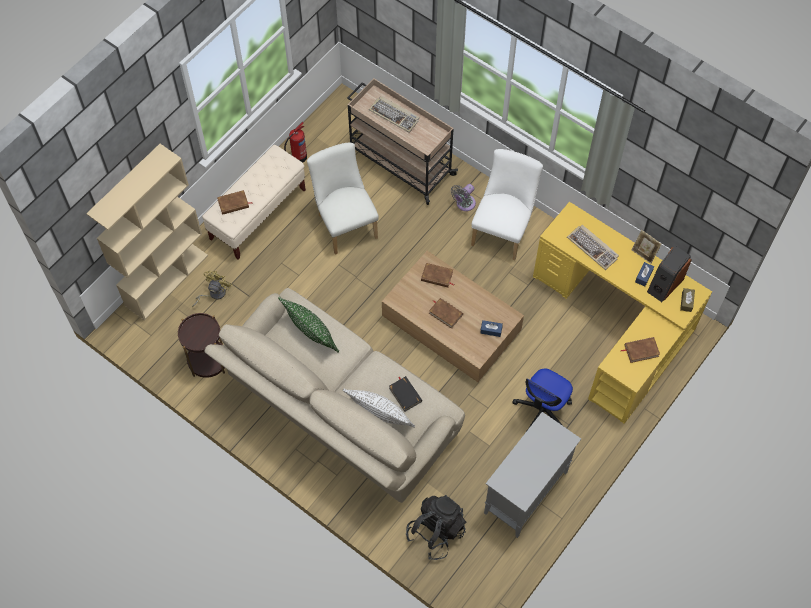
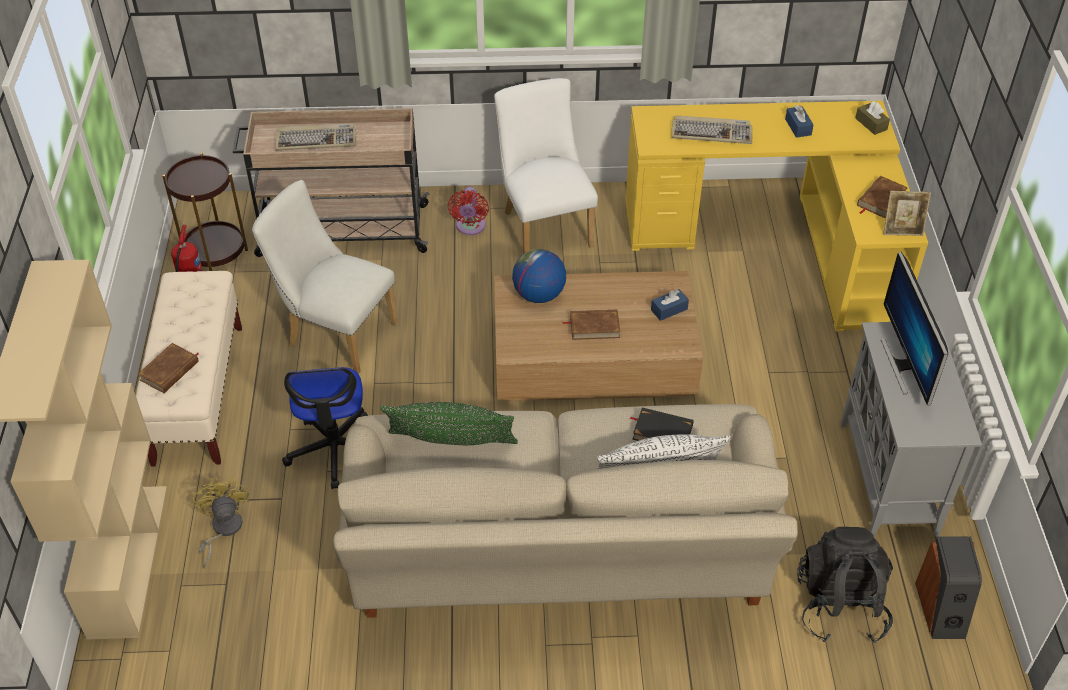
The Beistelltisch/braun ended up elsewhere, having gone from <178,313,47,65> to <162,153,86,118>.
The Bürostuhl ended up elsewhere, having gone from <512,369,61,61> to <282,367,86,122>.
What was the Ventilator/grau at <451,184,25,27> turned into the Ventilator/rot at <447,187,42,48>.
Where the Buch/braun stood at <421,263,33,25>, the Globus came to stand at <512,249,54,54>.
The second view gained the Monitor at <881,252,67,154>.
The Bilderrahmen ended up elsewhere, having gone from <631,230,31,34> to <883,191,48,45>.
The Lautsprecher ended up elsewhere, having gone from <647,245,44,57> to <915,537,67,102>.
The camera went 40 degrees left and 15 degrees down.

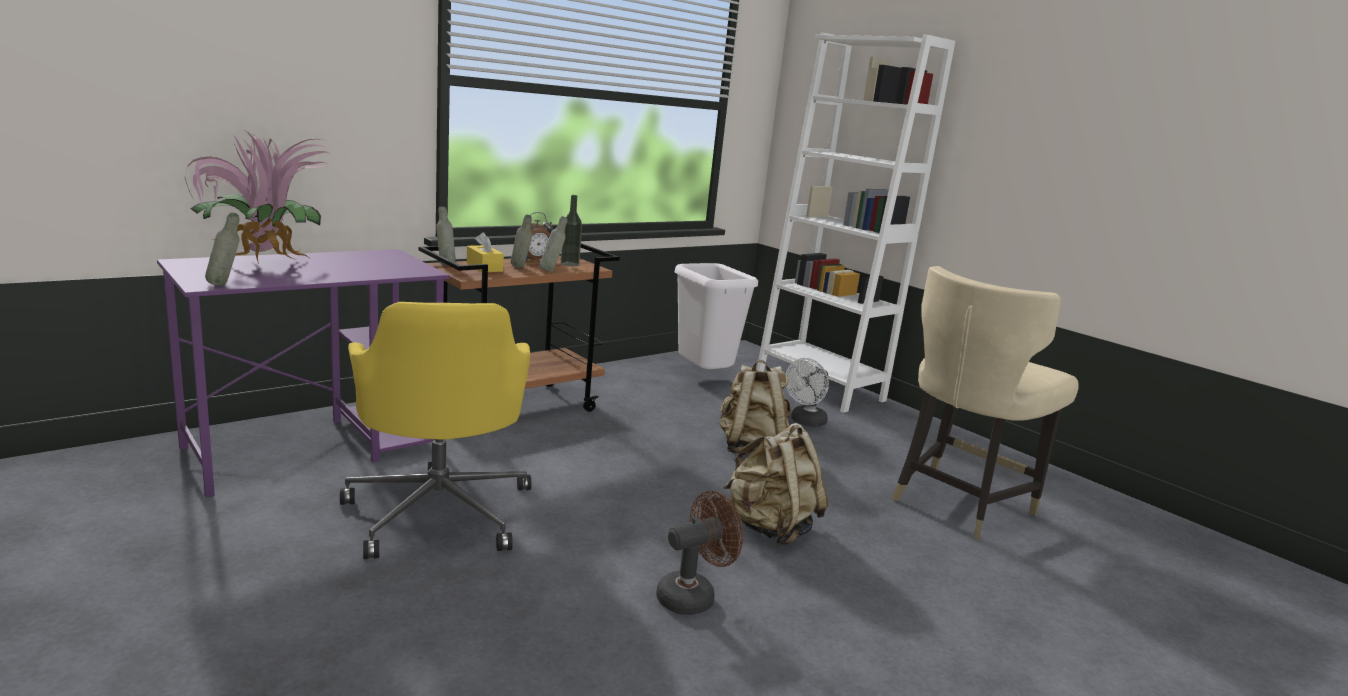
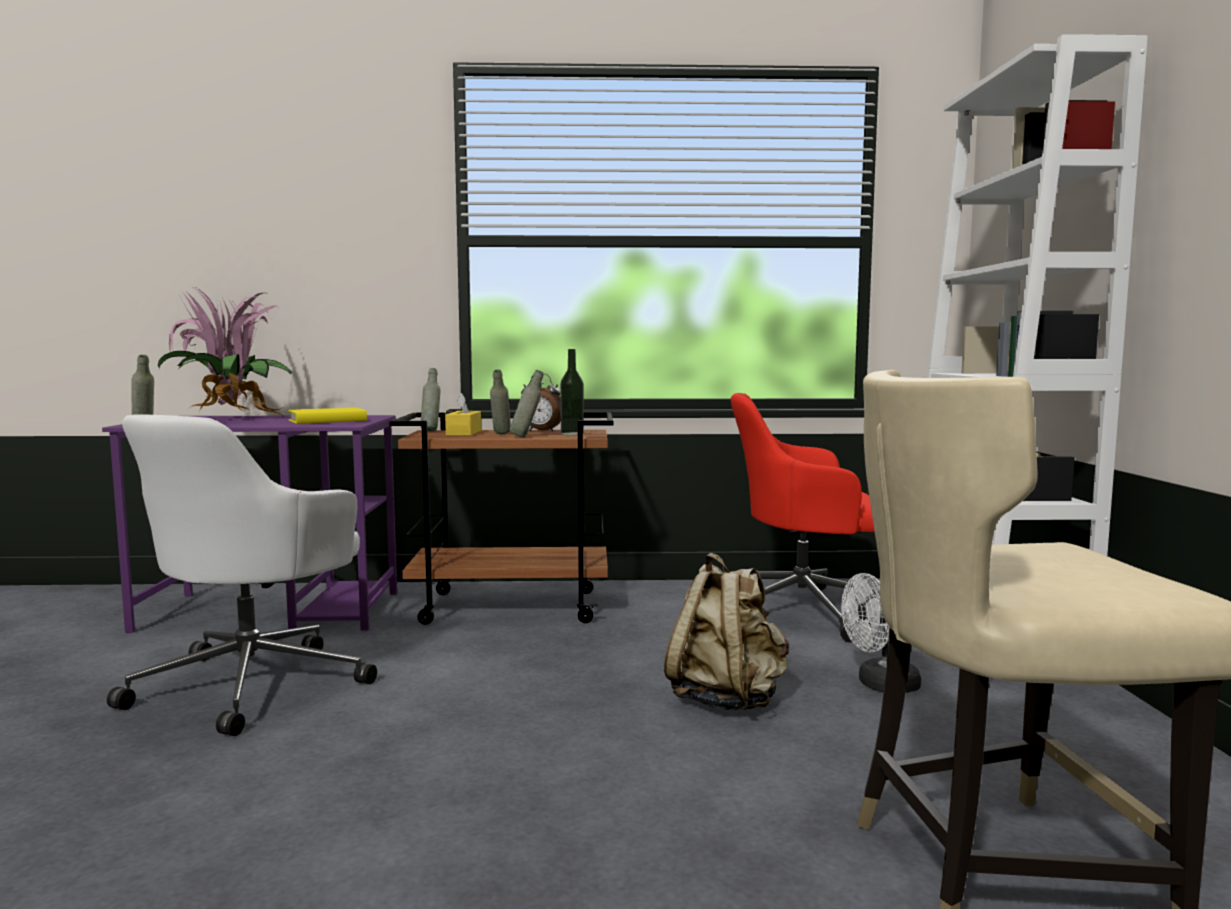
What was the Bürostuhl/gelb at <340,302,191,257> turned into the Bürostuhl/weiß at <107,414,270,322>.
The second view gained the Buch/gelb at <288,408,79,16>.
Where the Mülleimer/weiß stood at <675,263,83,106>, the Bürostuhl/rot came to stand at <731,393,149,249>.
The second view lost the Ventilator/braun at <656,491,87,124>.
The second view lost the Rucksack/beige at <723,423,105,123>.
The camera went 40 degrees right and 10 degrees down.

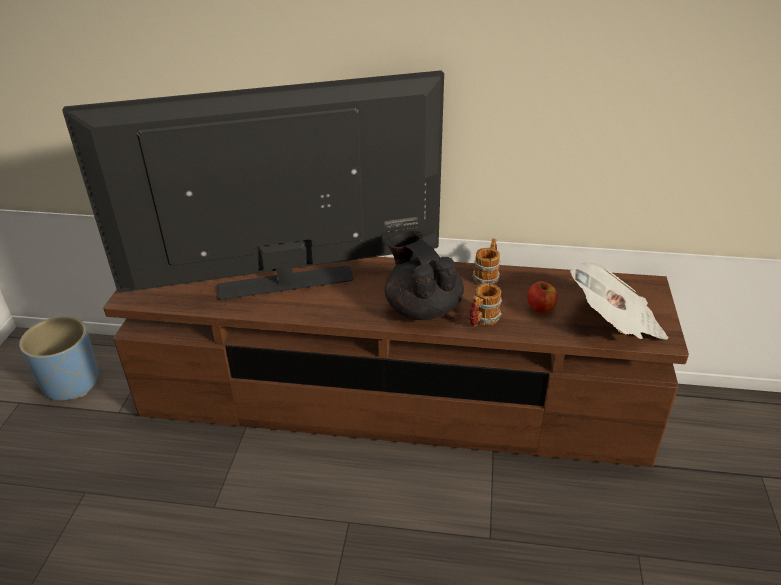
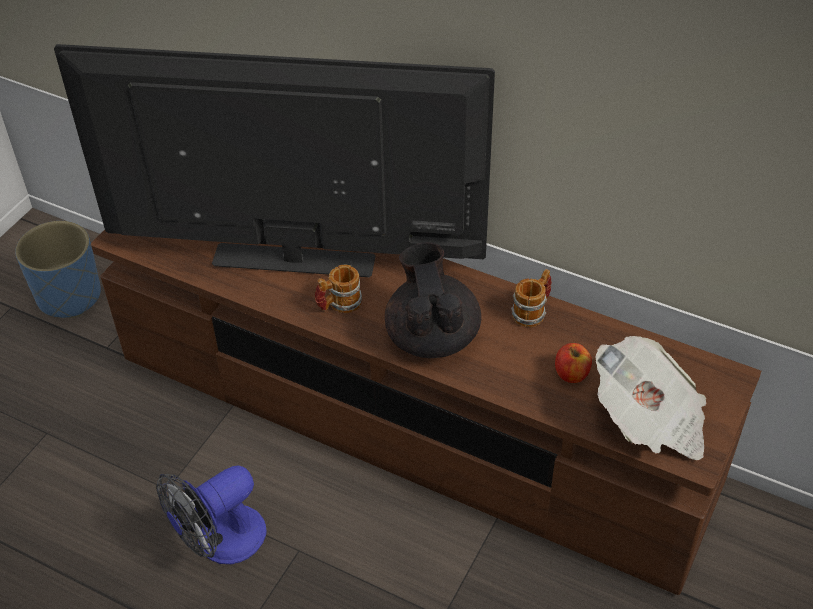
The second view gained the Ventilator at <156,466,111,98>.
The Henkelbecher ended up elsewhere, having gone from <469,283,33,44> to <315,265,47,48>.
The camera went 20 degrees right and 10 degrees up.

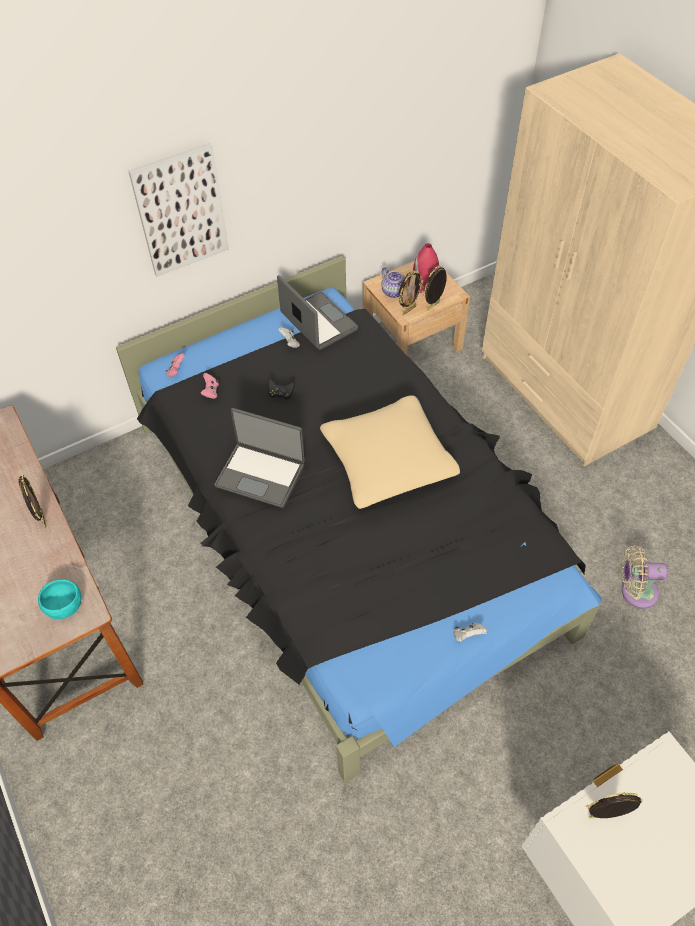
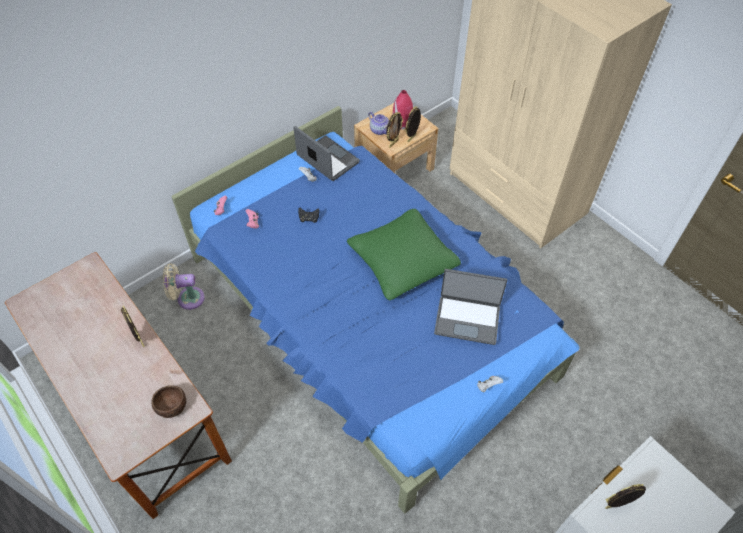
What was the Schüssel/türkis at <38,579,43,40> turned into the Schüssel/braun at <151,385,35,33>.
The Ventilator/beige ended up elsewhere, having gone from <621,545,47,64> to <163,263,42,47>.
What was the Bett/schwarz at <116,256,486,527> turned into the Bett/blau at <171,106,409,408>.
What was the Kissen/beige at <320,396,140,113> turned into the Kissen/grün at <347,209,114,91>.
The Laptop ended up elsewhere, having gone from <214,408,91,100> to <434,269,73,76>.
The second view lost the Bild at <128,143,101,134>.
The camera went 10 degrees left and 0 degrees up.

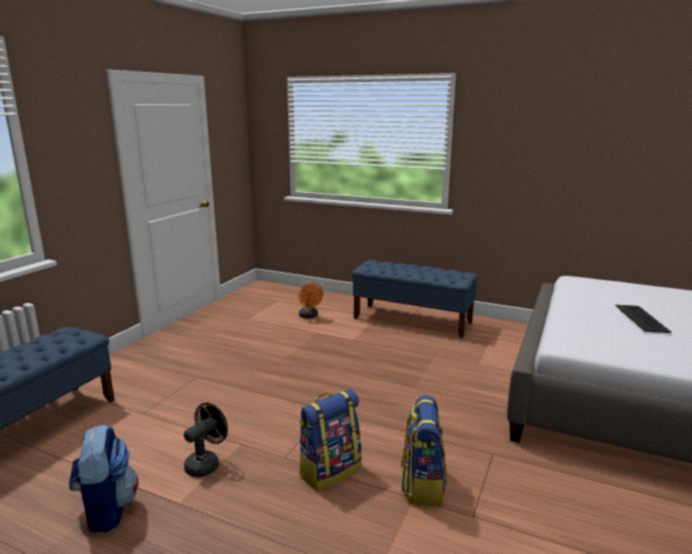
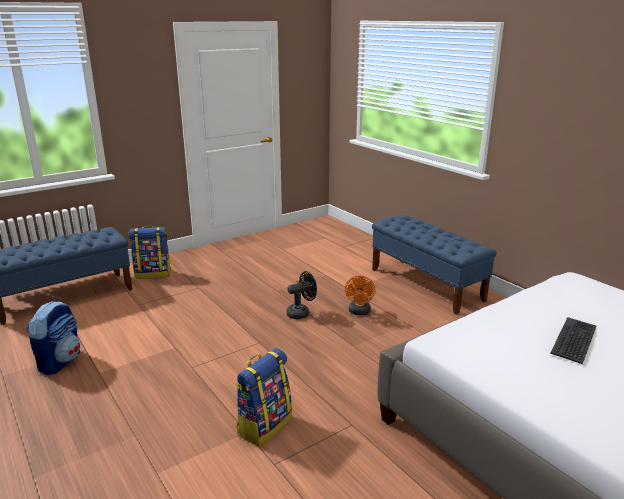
The Rucksack ended up elsewhere, having gone from <299,389,62,102> to <129,226,42,53>.
The Ventilator/schwarz ended up elsewhere, having gone from <184,403,44,74> to <286,271,31,48>.
The Ventilator/orange ended up elsewhere, having gone from <298,283,25,35> to <345,276,30,39>.
The camera went 30 degrees right and 5 degrees up.

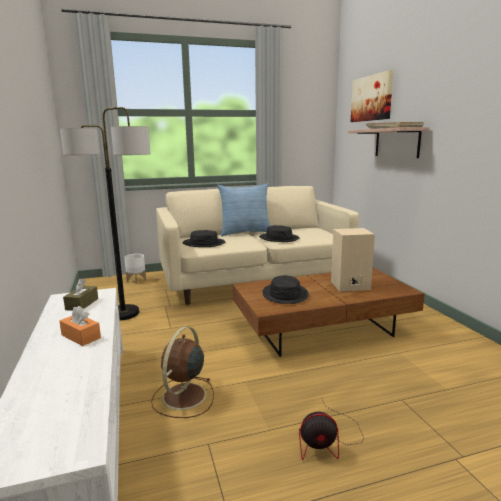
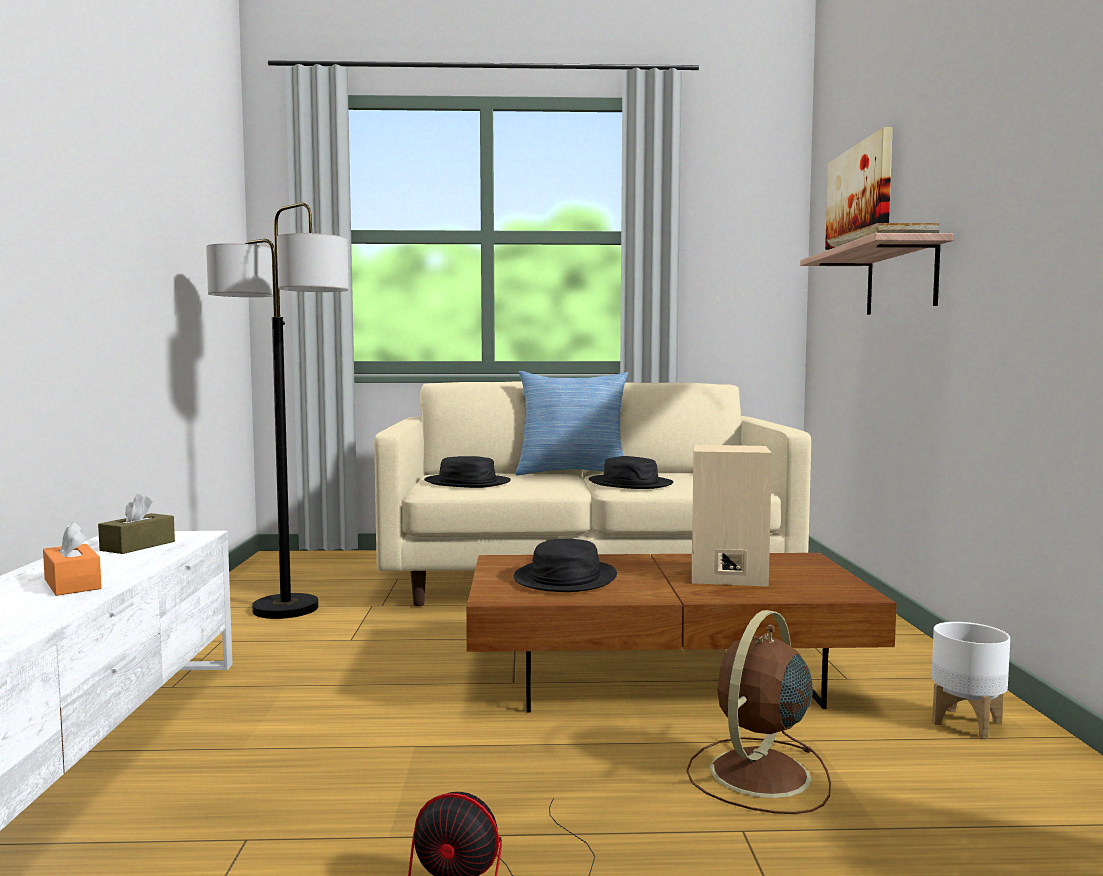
The Ventilator/braun ended up elsewhere, having gone from <151,326,63,92> to <686,610,145,204>.
The Pflanzkübel/weiß ended up elsewhere, having gone from <124,254,22,30> to <932,622,78,117>.
The camera went 15 degrees right and 10 degrees down.

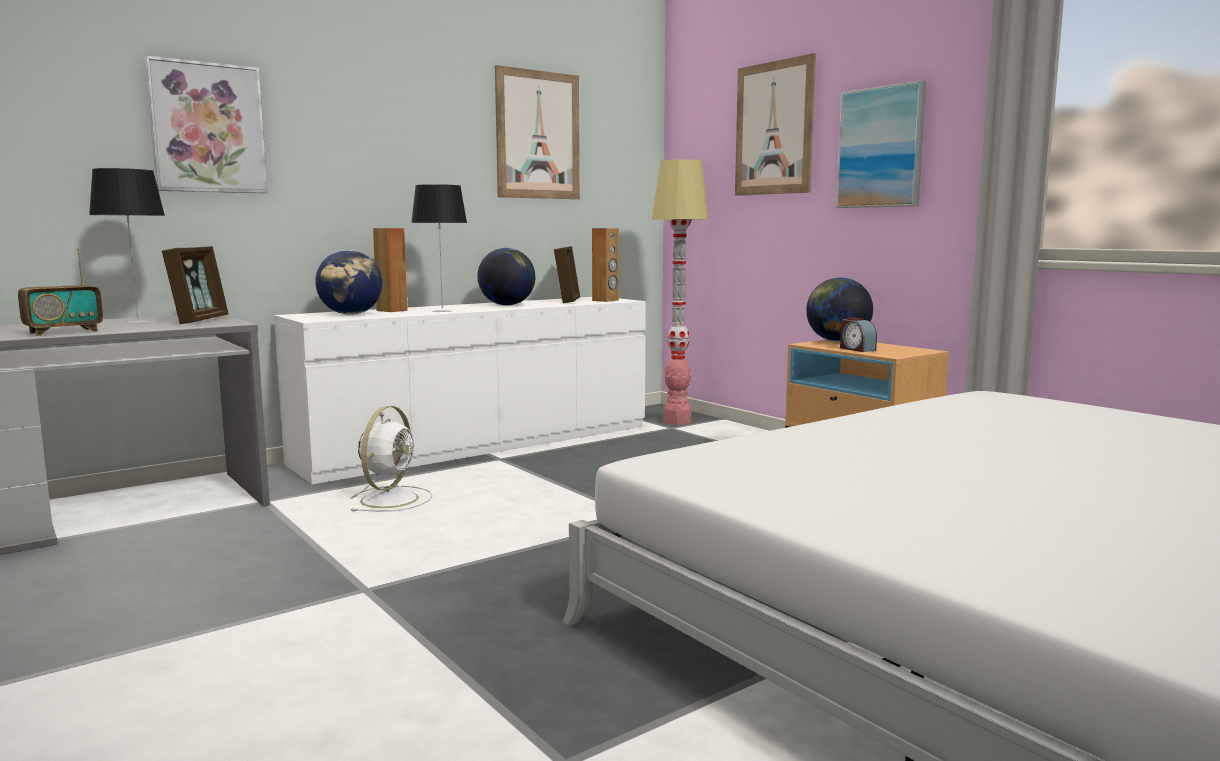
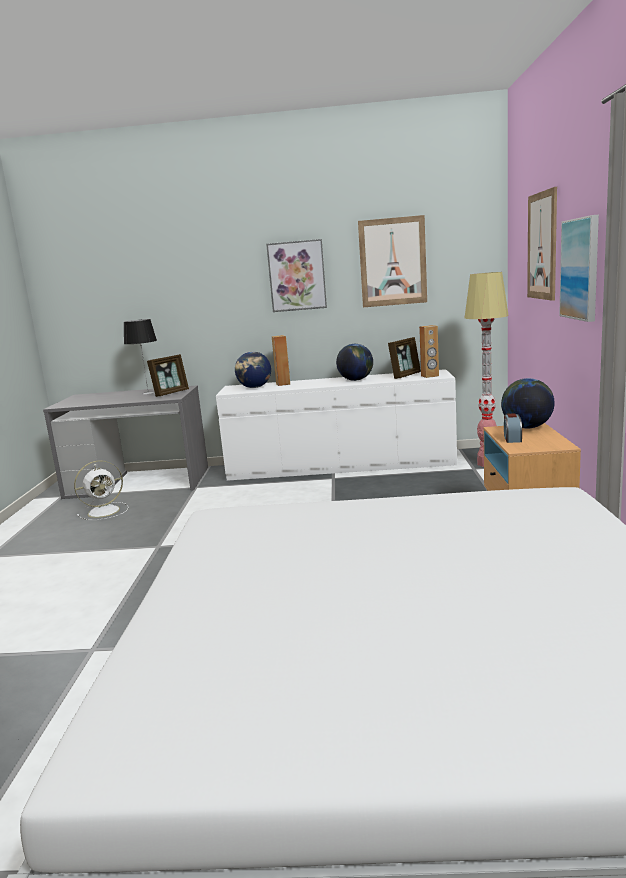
The Ventilator/weiß ended up elsewhere, having gone from <350,406,83,106> to <74,460,55,60>.
The Bild ended up elsewhere, having gone from <145,56,123,137> to <266,239,61,73>.
The second view lost the Radio at <18,249,85,87>.
The second view lost the Tischlampe at <411,184,56,128>.
The camera went 40 degrees right and 5 degrees up.

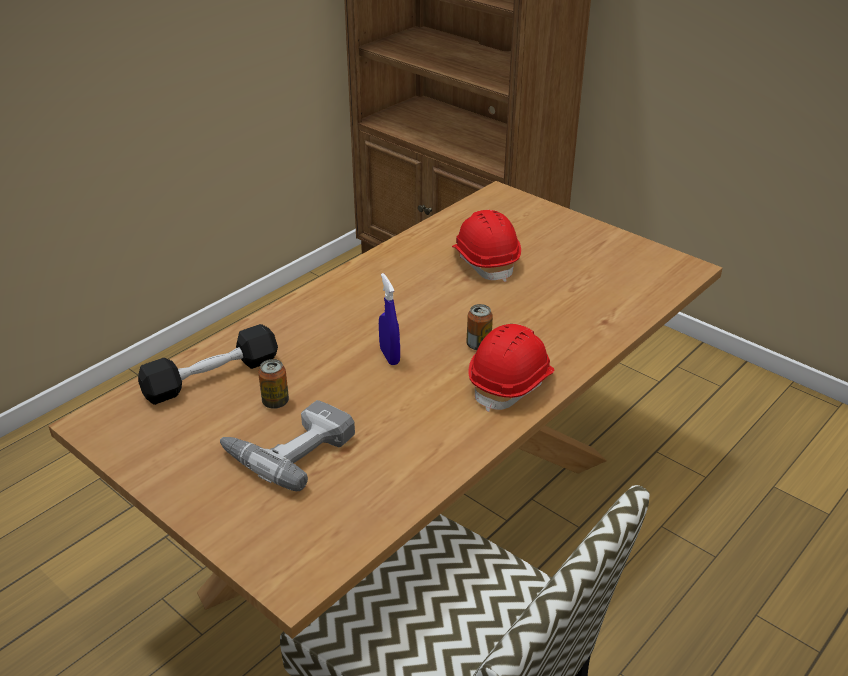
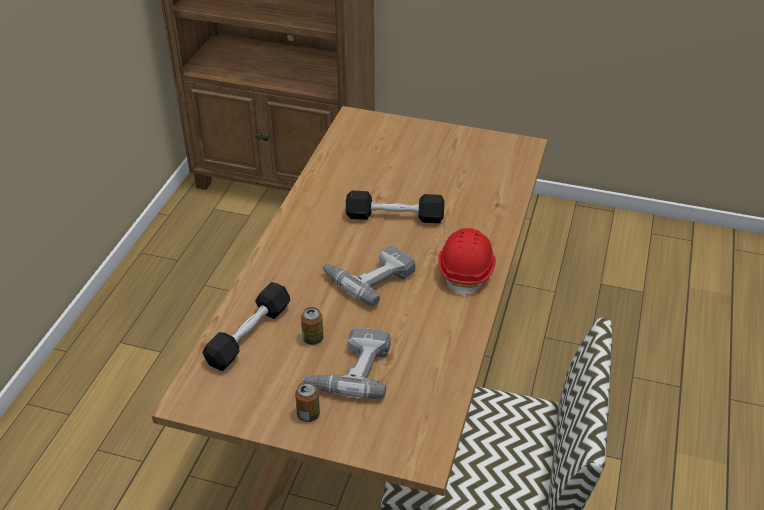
The Dose ended up elsewhere, having gone from <466,304,27,46> to <295,382,25,40>.
Where the Sprühflasche/blau stood at <379,273,21,92>, the Bohrmaschine came to stand at <323,245,92,61>.
The second view gained the Hantel/schwarz at <346,190,99,33>.
The second view lost the Schutzhelm/rot at <452,210,69,72>.
The camera went 25 degrees left and 5 degrees up.

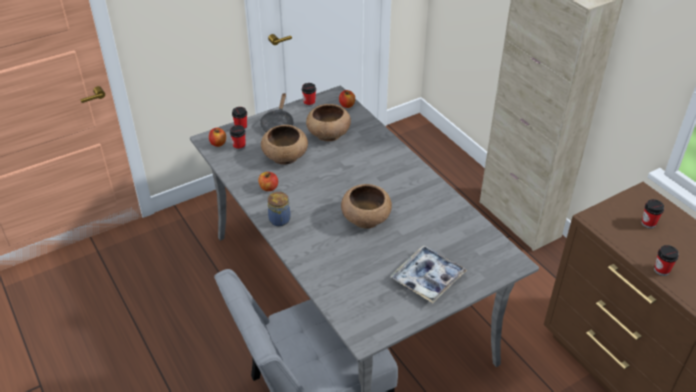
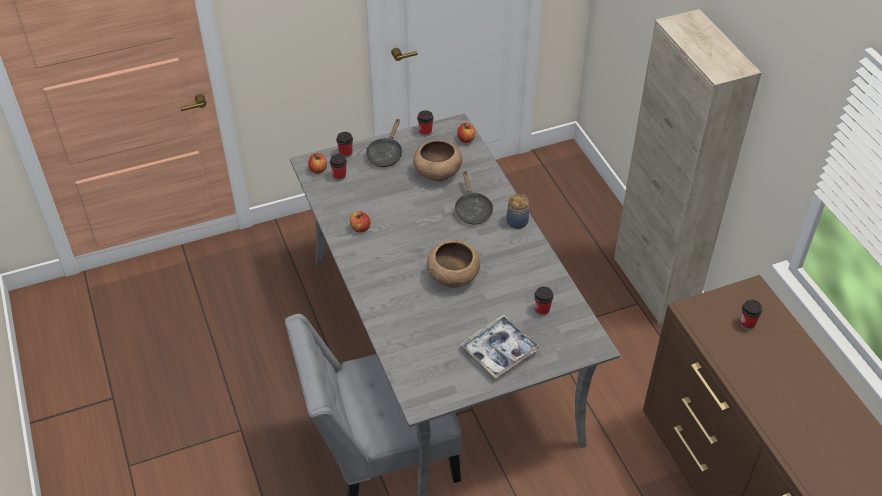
The second view gained the Pfanne/schwarz at <454,171,39,54>.
The Vorratsglas ended up elsewhere, having gone from <268,191,23,36> to <507,194,22,35>.
The Tasse ended up elsewhere, having gone from <654,245,25,31> to <534,287,20,29>.
The second view lost the Schüssel/braun at <261,125,47,40>.
The camera went 10 degrees right and 5 degrees up.

